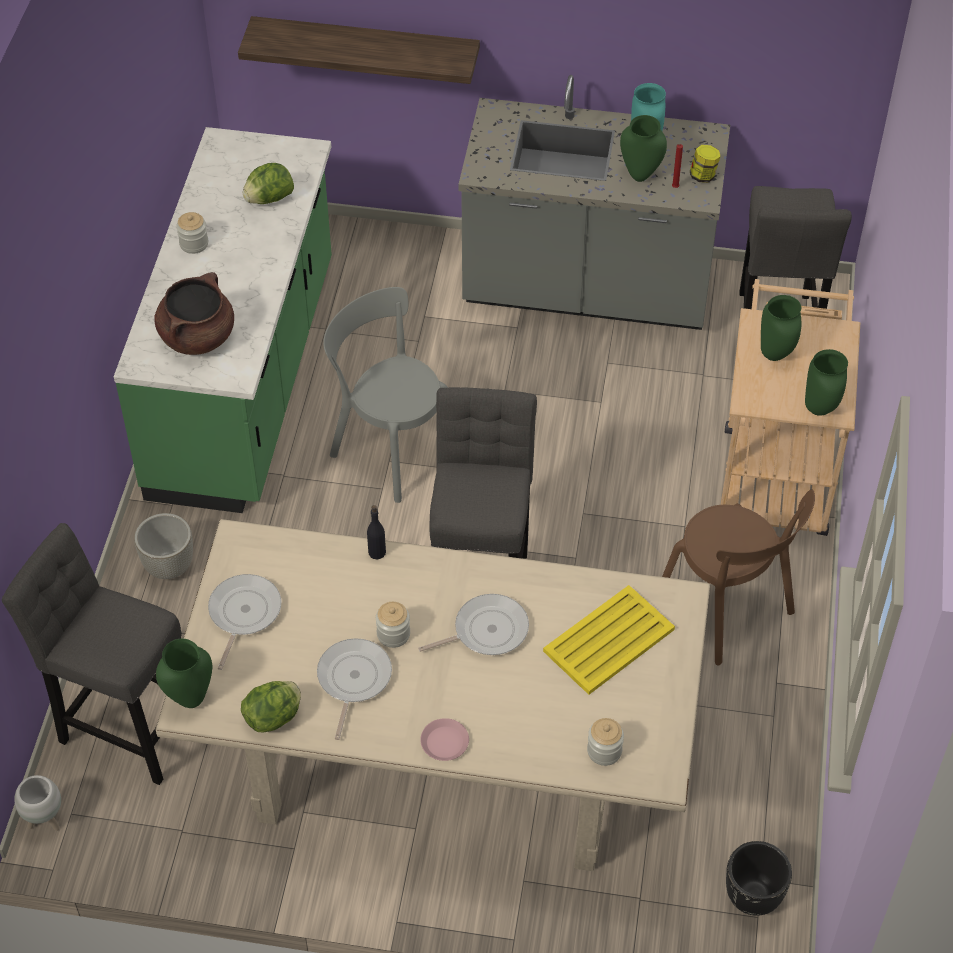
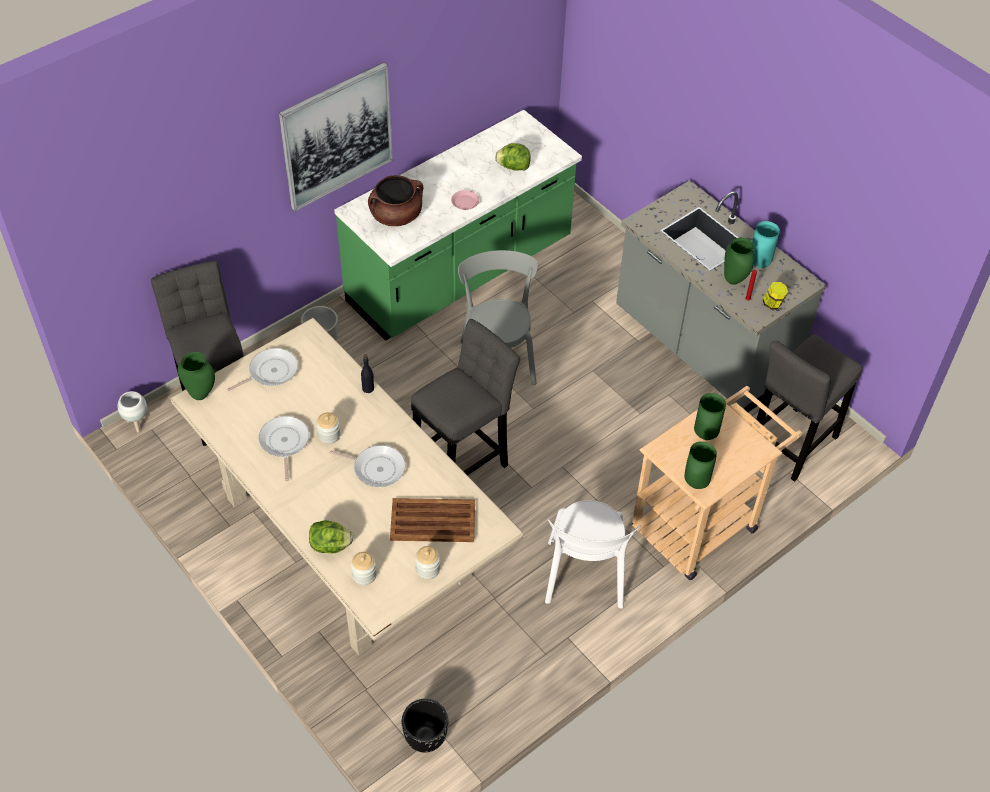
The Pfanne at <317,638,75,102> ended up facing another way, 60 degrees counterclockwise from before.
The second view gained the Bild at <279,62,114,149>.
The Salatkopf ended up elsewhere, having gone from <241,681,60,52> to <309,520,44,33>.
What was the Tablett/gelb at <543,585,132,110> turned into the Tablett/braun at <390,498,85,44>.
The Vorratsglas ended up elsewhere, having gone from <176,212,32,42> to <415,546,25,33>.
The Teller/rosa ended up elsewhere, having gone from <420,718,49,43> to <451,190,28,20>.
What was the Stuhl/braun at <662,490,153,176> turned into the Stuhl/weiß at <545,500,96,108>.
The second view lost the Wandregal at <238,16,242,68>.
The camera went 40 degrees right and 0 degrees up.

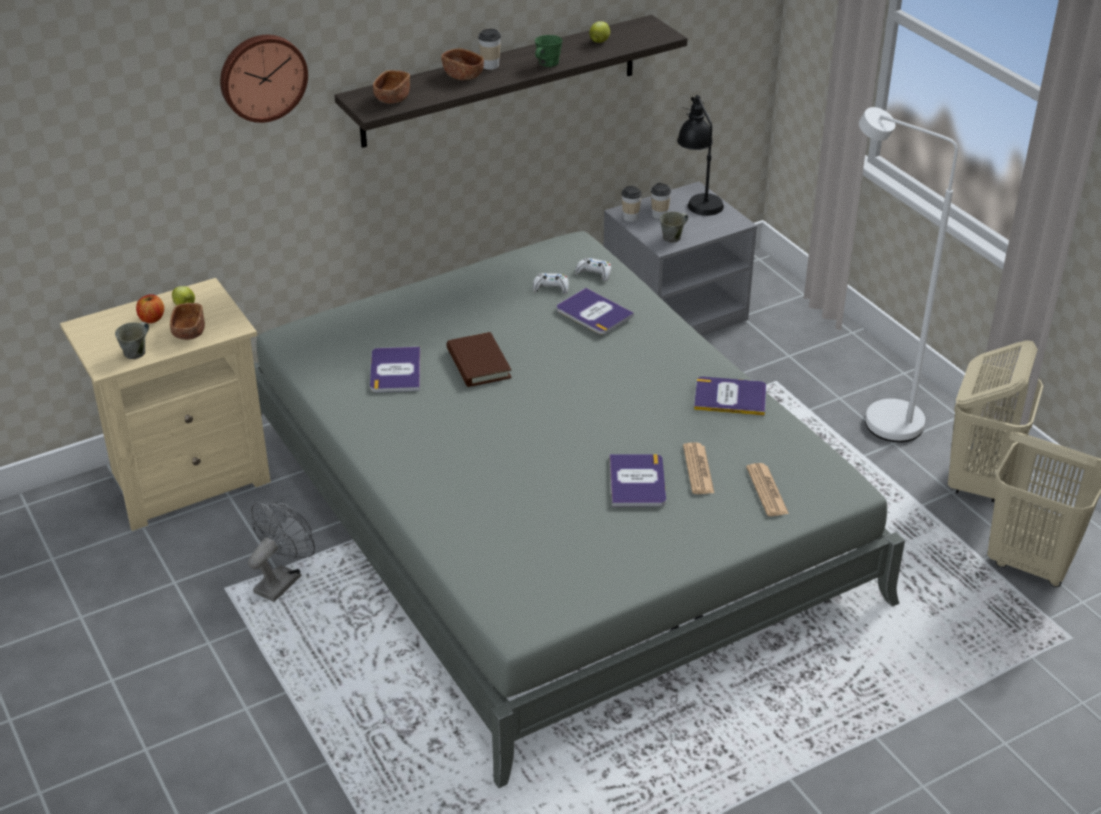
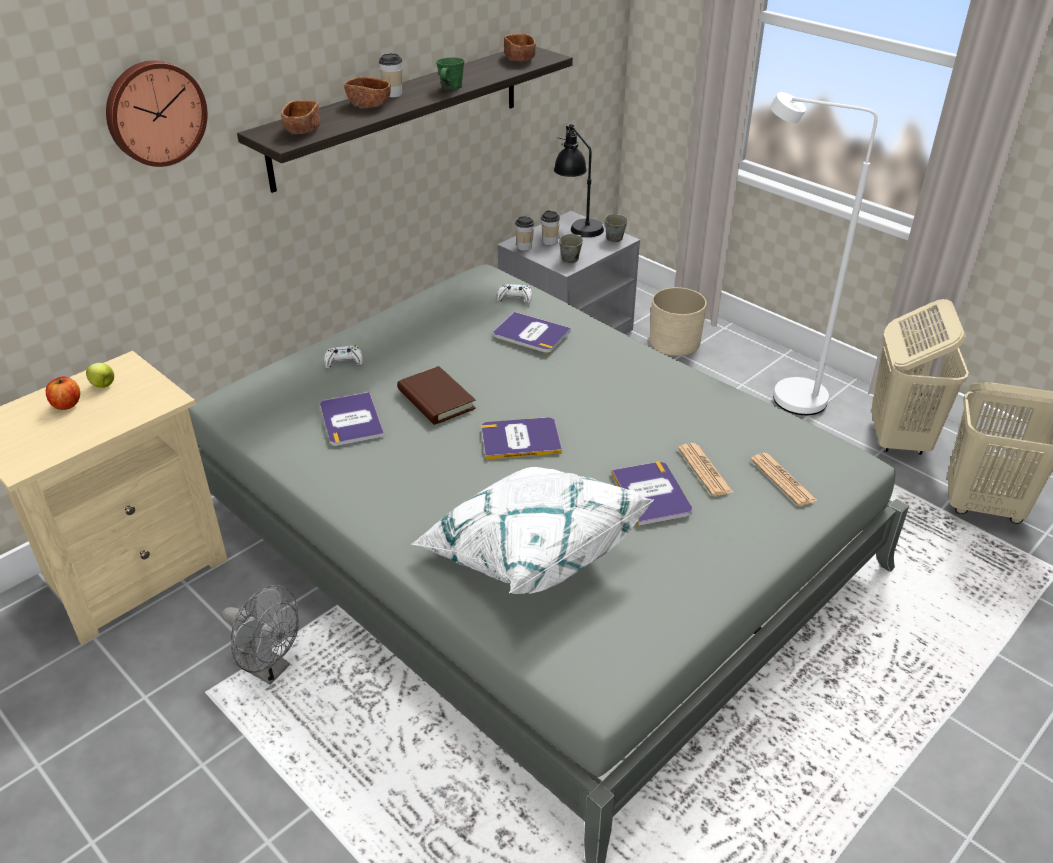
The Ventilator/grau at <248,502,67,100> ended up facing another way, 105 degrees clockwise from before.
The Gamepad/weiß ended up elsewhere, having gone from <533,273,36,21> to <324,346,39,23>.
The second view gained the Kissen/weiß at <411,467,243,127>.
The Buch ended up elsewhere, having gone from <694,377,72,39> to <481,417,81,43>.
The Schüssel/braun ended up elsewhere, having gone from <170,303,35,37> to <504,34,32,27>.
The Henkelbecher/grau ended up elsewhere, having gone from <115,322,34,37> to <605,214,23,28>.
The second view gained the Pflanzkübel/beige at <650,287,57,69>.
The second view lost the Apfel at <589,21,21,22>.
The camera went 15 degrees left and 0 degrees up.

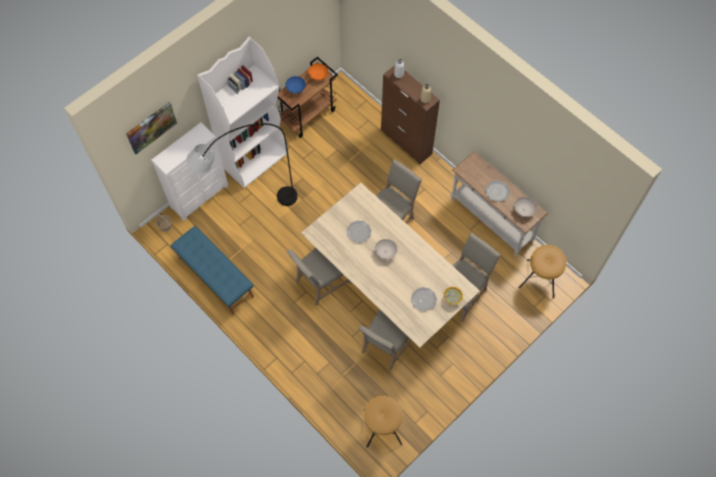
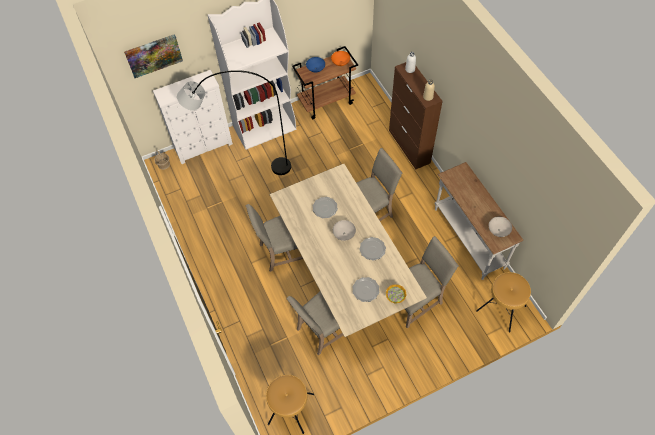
The Teller ended up elsewhere, having gone from <485,180,25,22> to <359,237,27,24>.
The second view lost the Bank/blau at <170,226,84,89>.
The camera went 20 degrees right and 5 degrees down.

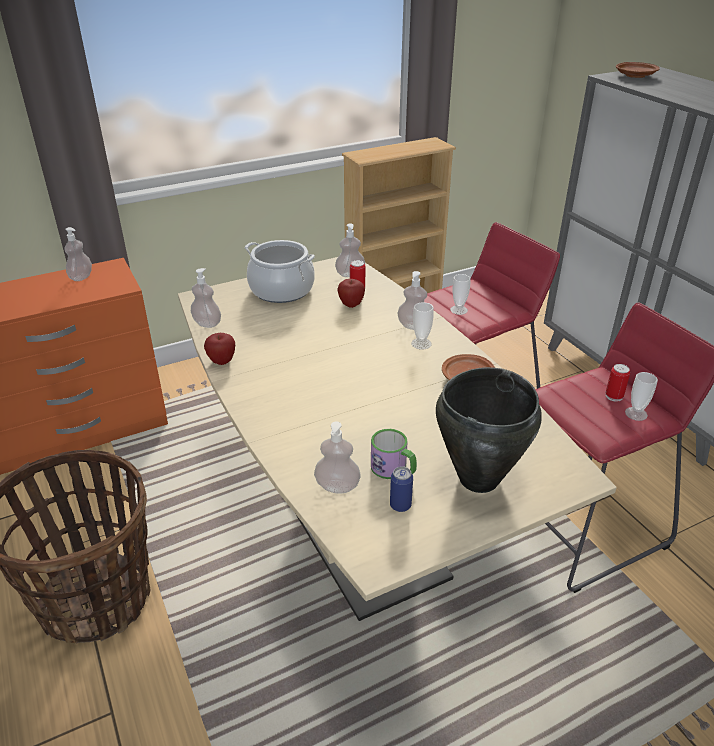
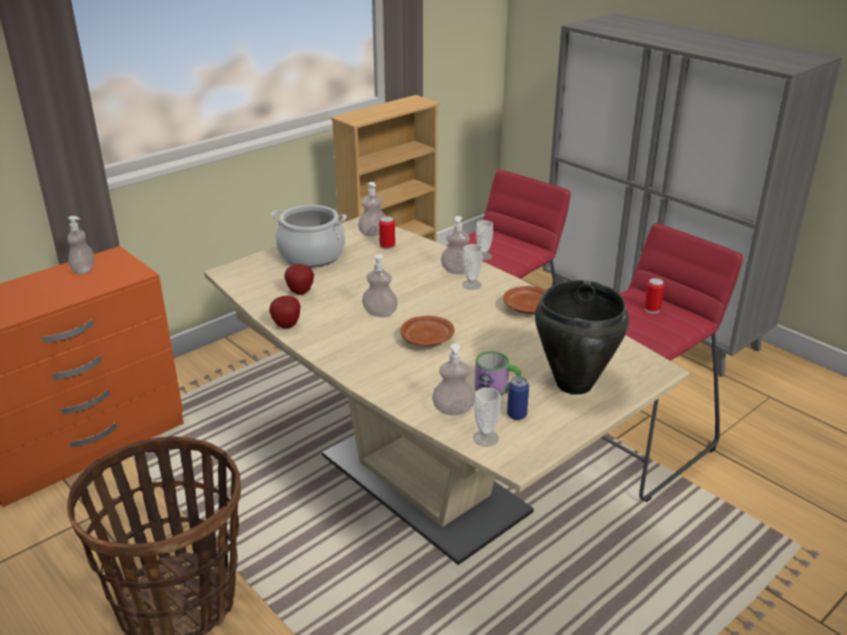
The Apfel ended up elsewhere, having gone from <338,279,27,29> to <284,264,30,31>.
The Seifenspender ended up elsewhere, having gone from <191,268,30,60> to <362,254,36,63>.
The Teller/braun ended up elsewhere, having gone from <616,62,44,16> to <400,316,55,30>.
The Tasse ended up elsewhere, having gone from <625,372,33,49> to <473,387,28,60>.
The camera went 15 degrees left and 5 degrees down.

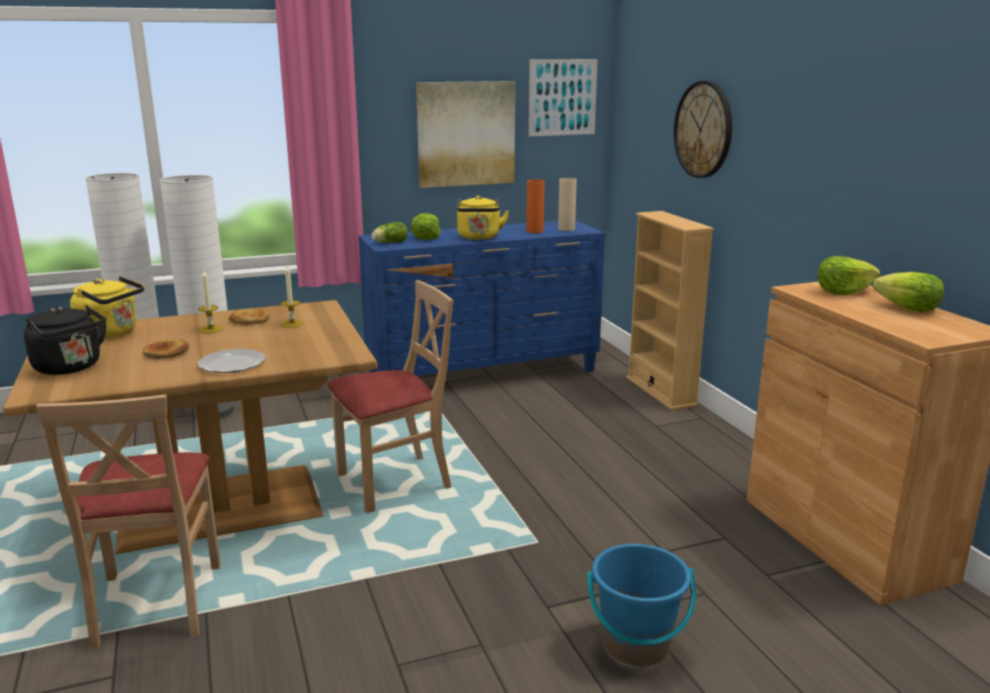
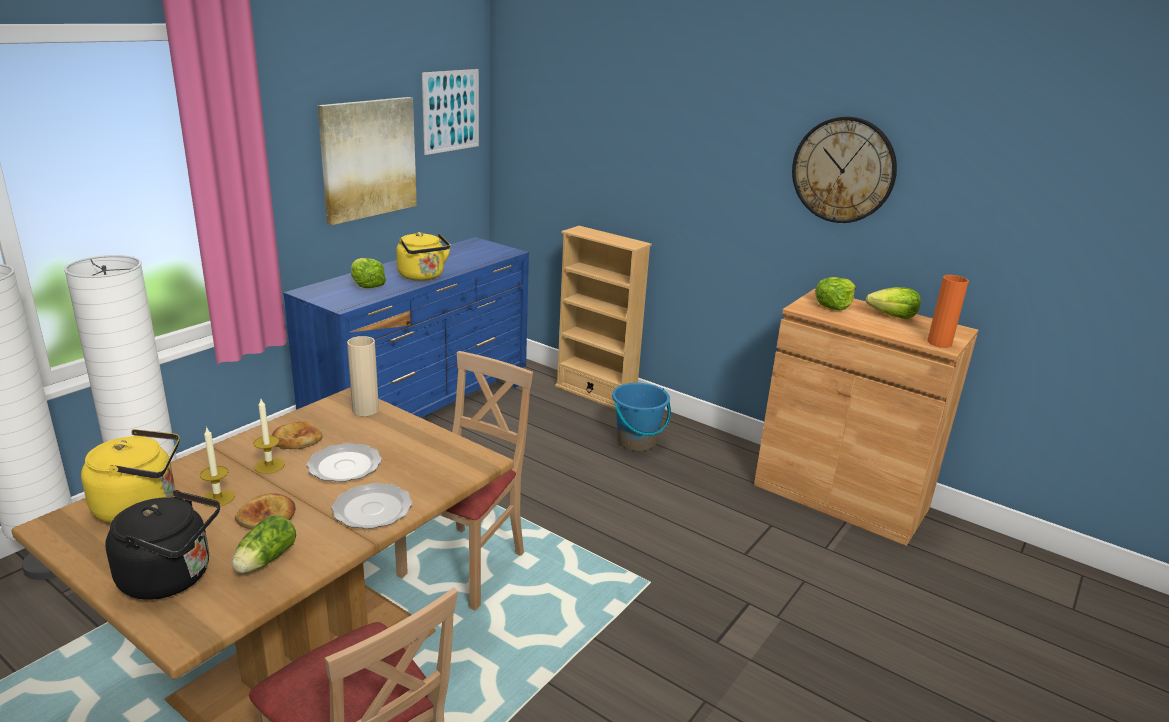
The Kerze ended up elsewhere, having gone from <281,266,23,62> to <200,428,35,79>.
The Salatkopf ended up elsewhere, having gone from <371,222,37,21> to <232,515,64,58>.
The second view gained the Teller at <307,443,75,39>.
The Vase/beige ended up elsewhere, having gone from <558,178,19,53> to <347,336,32,80>.
The Eimer/blau ended up elsewhere, having gone from <587,544,109,122> to <612,383,59,68>.
The Wanduhr ended up elsewhere, having gone from <674,81,58,97> to <792,117,105,106>.
The Vase/orange ended up elsewhere, having gone from <526,179,19,54> to <927,275,42,73>.
The camera went 35 degrees left and 5 degrees up.

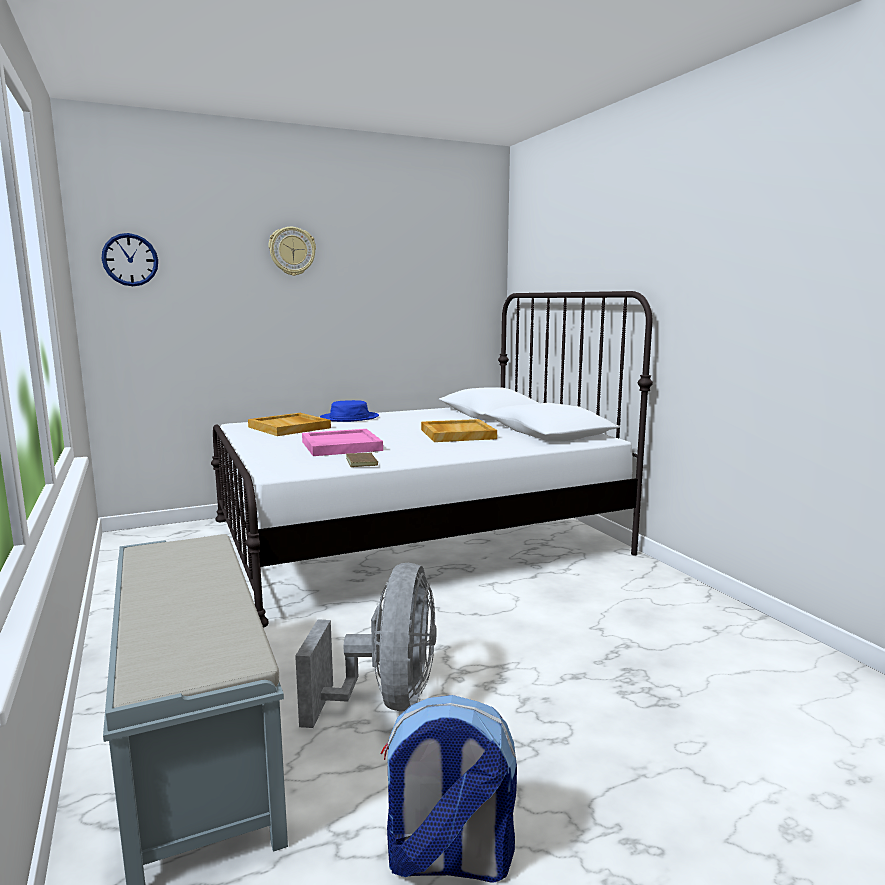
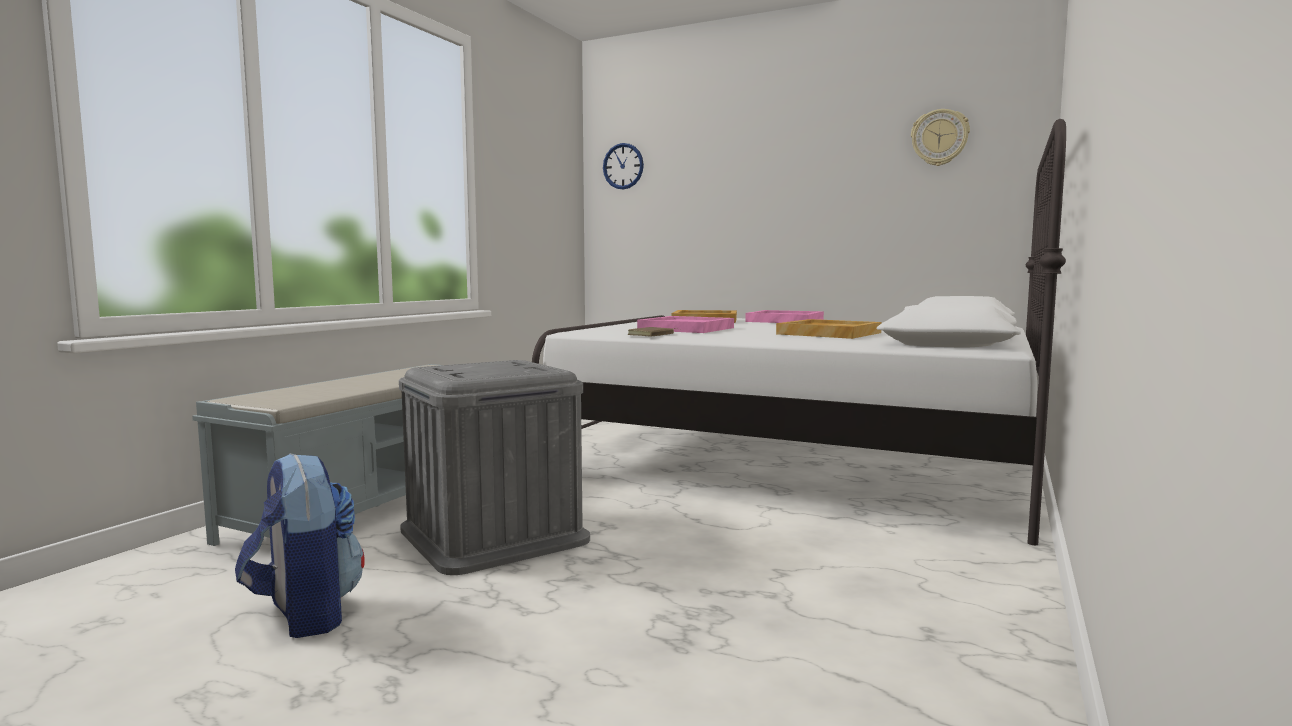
Where the Ventilator/grau stood at <295,563,142,165>, the Aufbewahrungsbox/grau came to stand at <399,360,191,215>.
Where the Hut/blau stood at <320,400,59,22>, the Tablett/rosa came to stand at <745,310,79,13>.
The Wanduhr ended up elsewhere, having gone from <269,227,47,49> to <911,109,59,57>.
The camera went 50 degrees right and 5 degrees down.

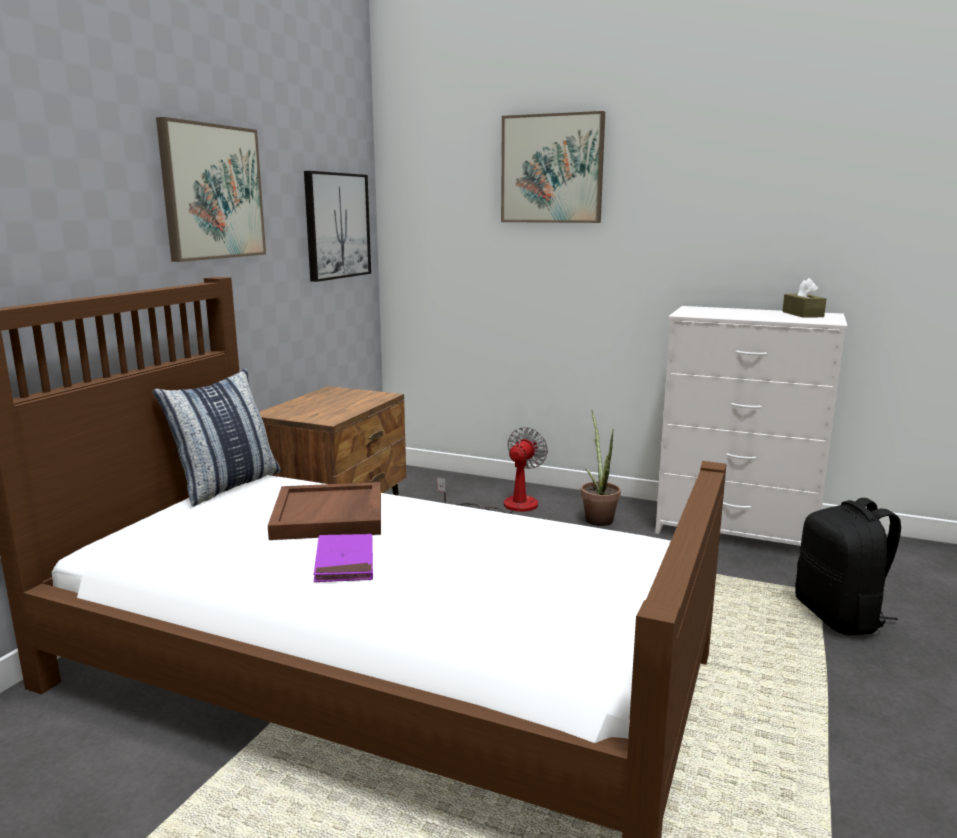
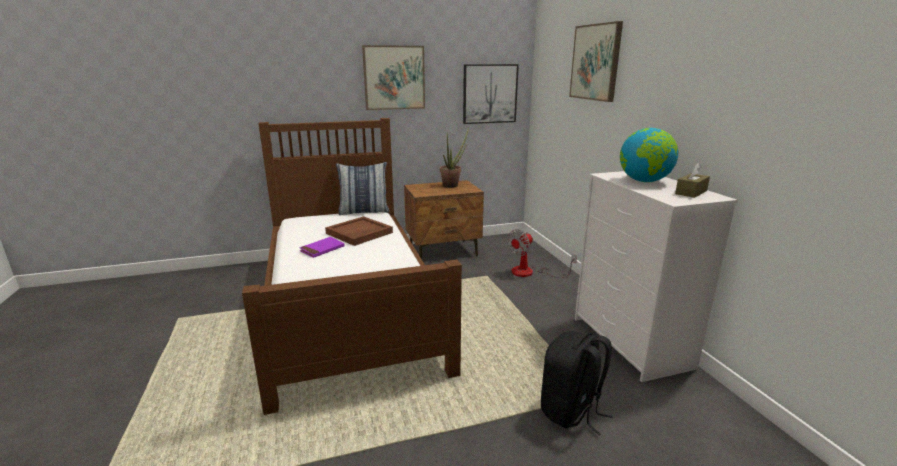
The Topfpflanze ended up elsewhere, having gone from <581,410,40,116> to <440,127,29,61>.
The Ventilator at <437,427,111,87> ended up facing another way, 150 degrees clockwise from before.
The second view gained the Globus at <620,128,58,54>.
The camera went 50 degrees right and 5 degrees up.

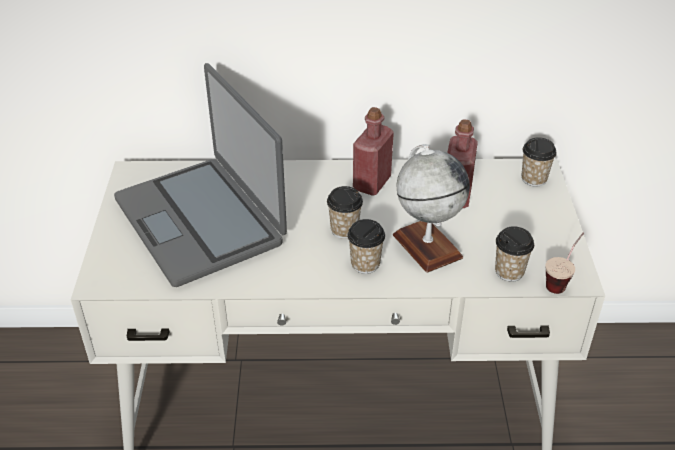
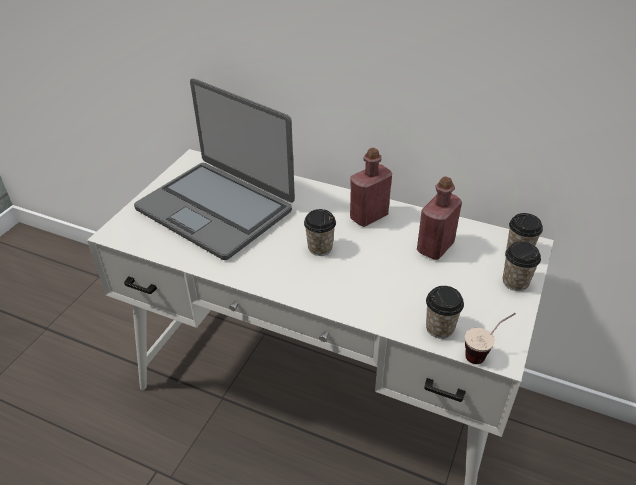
The Laptop at <114,63,173,224> ended up facing another way, 45 degrees counterclockwise from before.
The Tasse ended up elsewhere, having gone from <347,219,38,55> to <503,241,38,50>.
The second view lost the Globus at <393,144,77,129>.
The camera went 25 degrees right and 0 degrees up.

